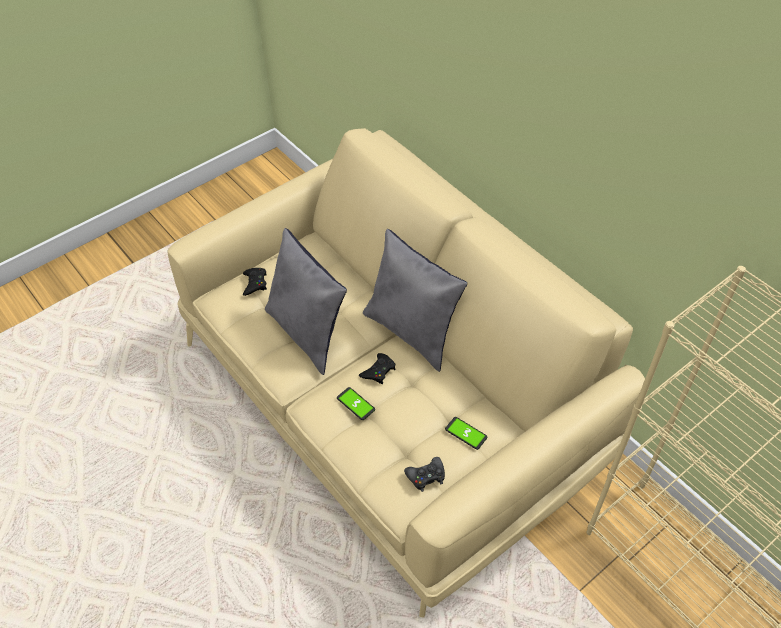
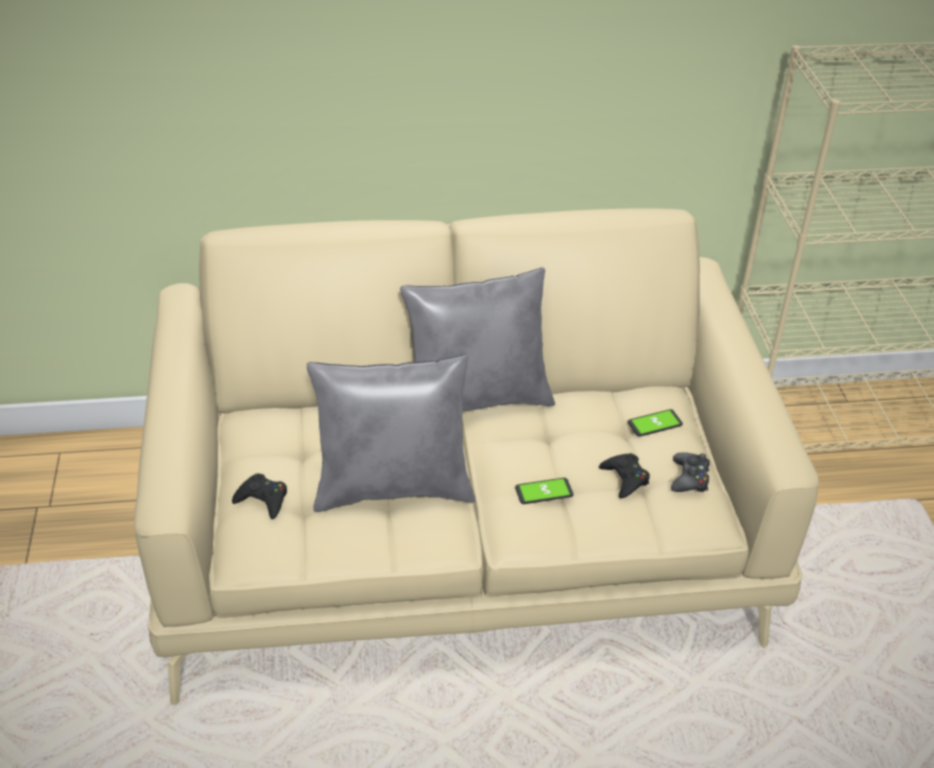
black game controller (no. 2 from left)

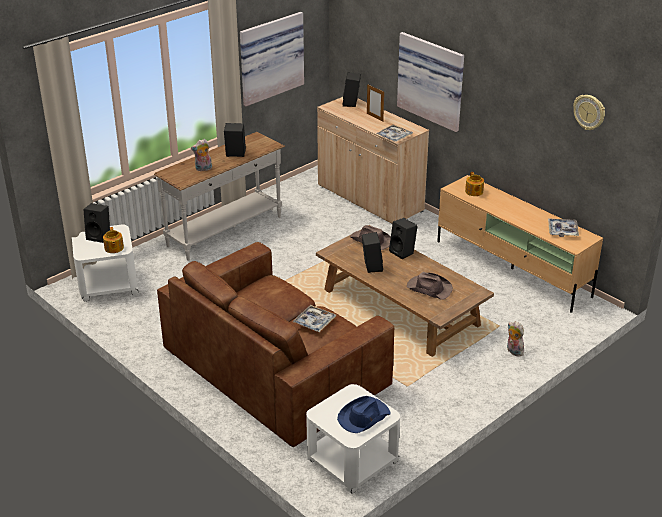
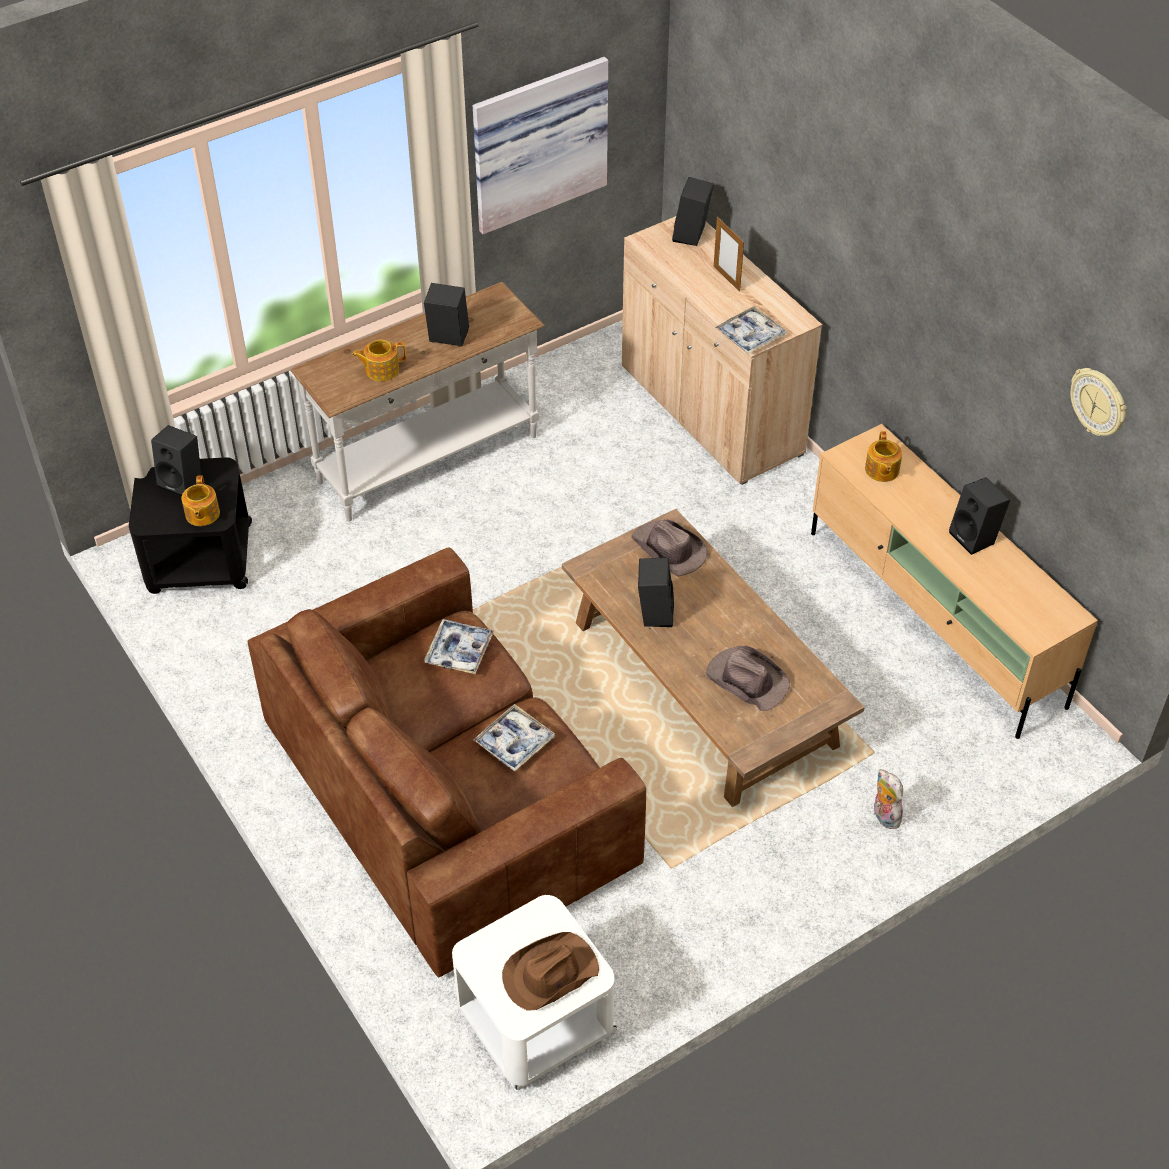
black side table
teapot (no. 2 from left)
tray (no. 1 from left)
brown hat (no. 1 from left)
black speaker (no. 5 from left)
picture (no. 2 from left in the first image)

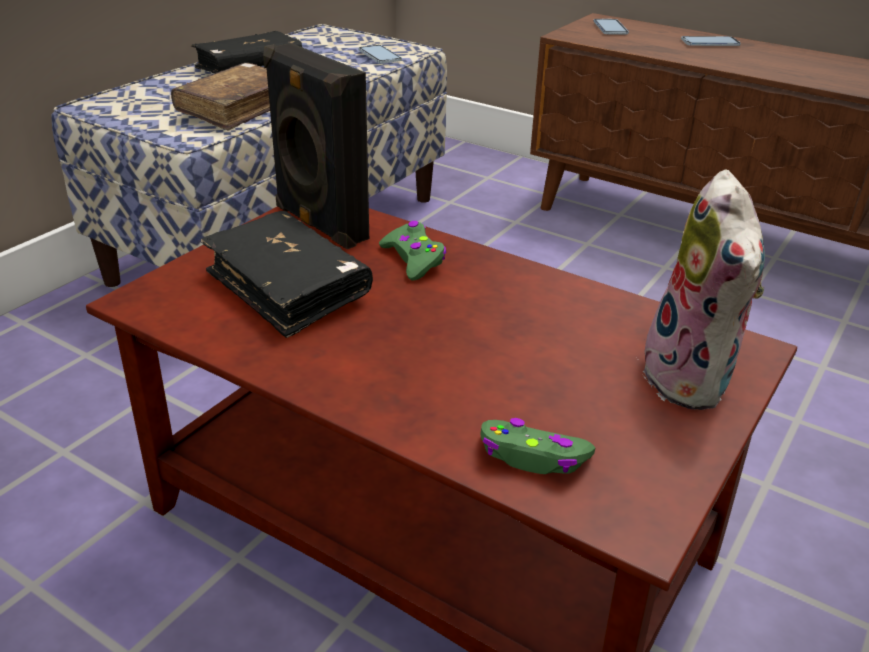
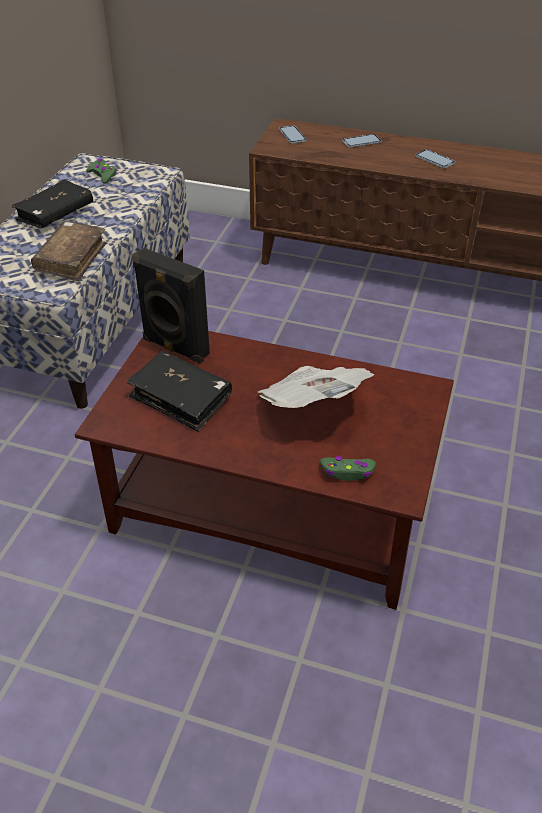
green game controller (no. 1 from left)
newspaper
phone (no. 3 from left)
plush toy

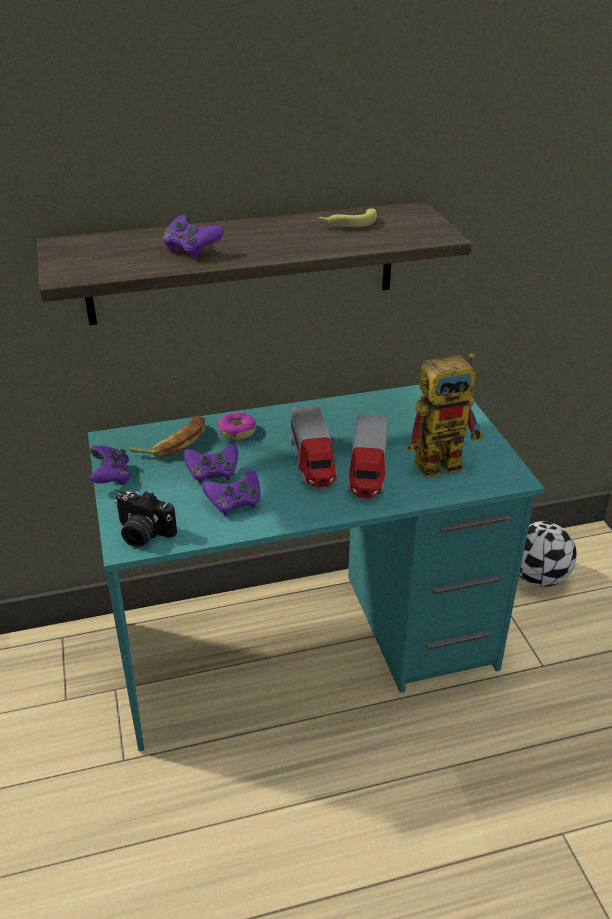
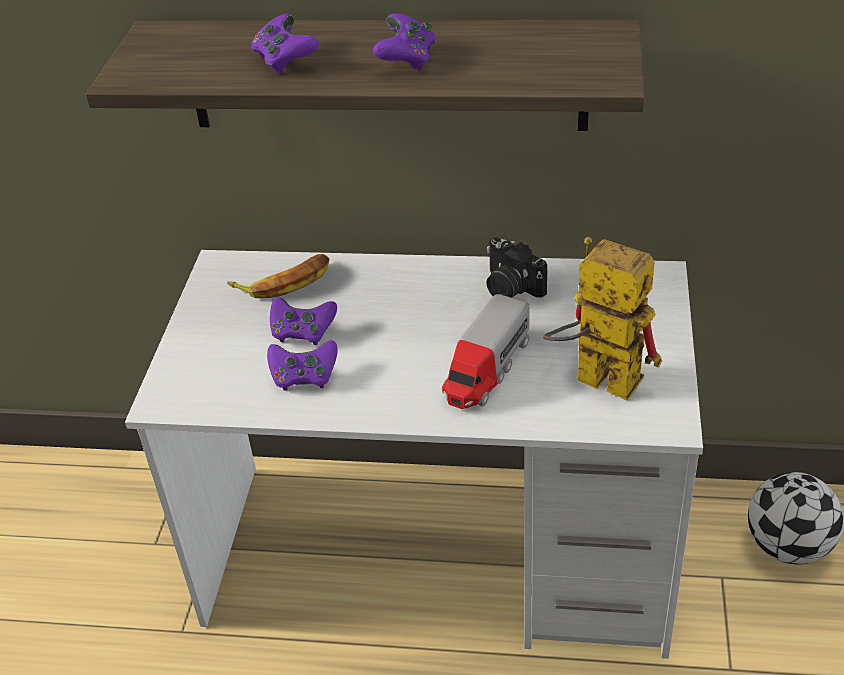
white desk
purple game controller (no. 4 from left)
photo camera
toy robot
donut
toy truck (no. 1 from left in the first image)
banana (no. 2 from left in the first image)

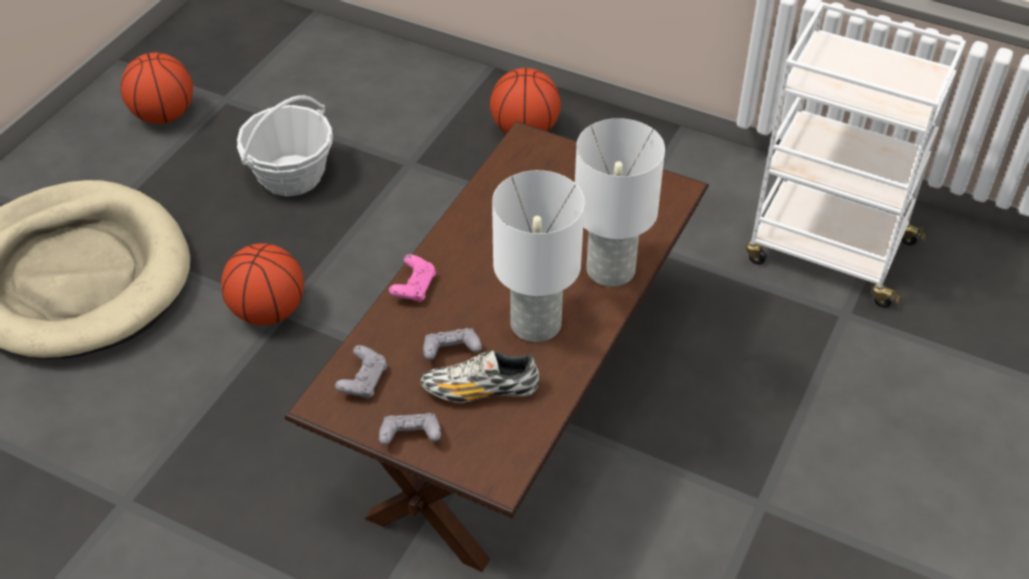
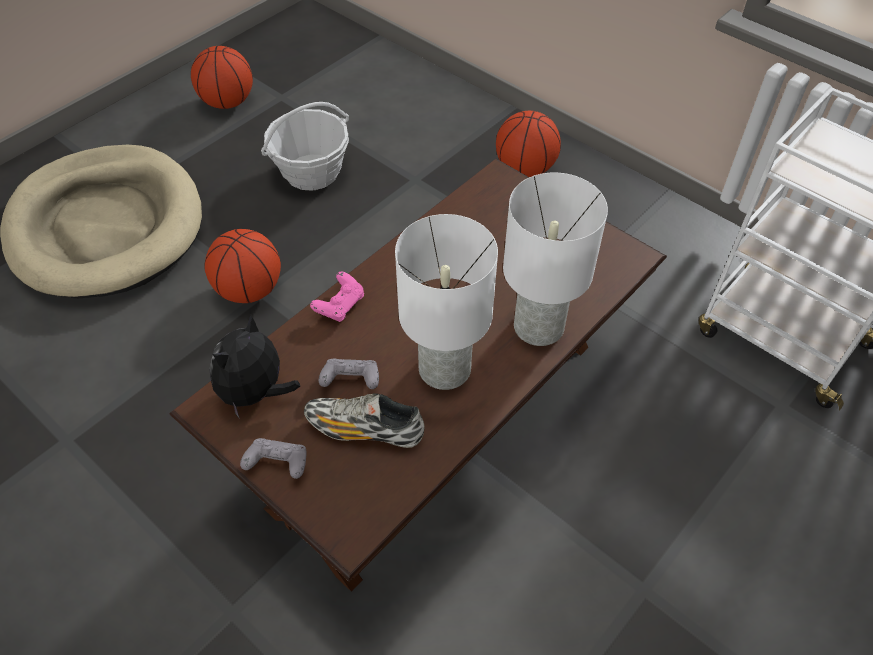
plush toy

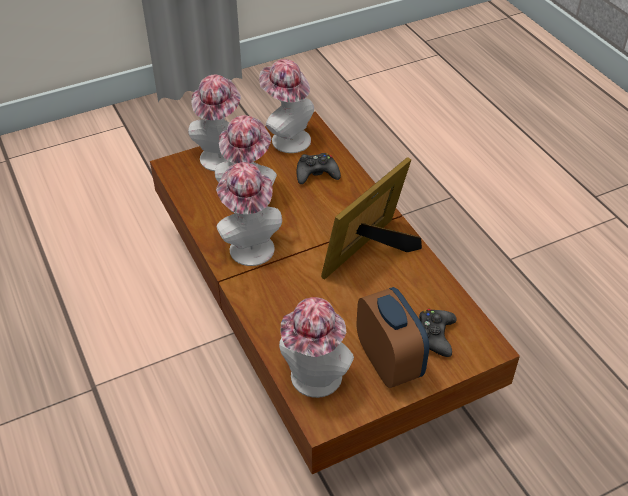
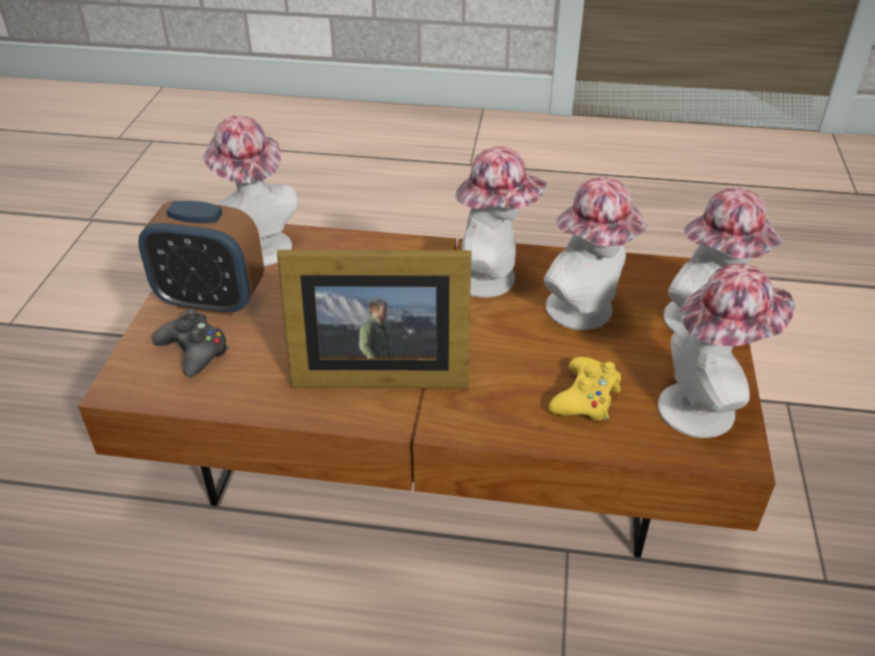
picture frame
yellow game controller

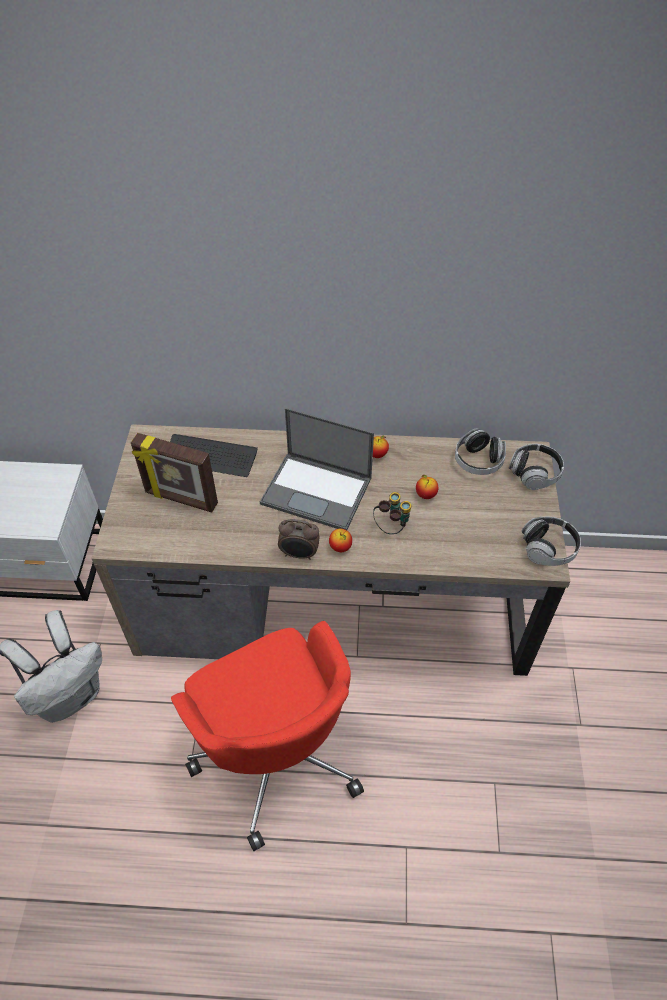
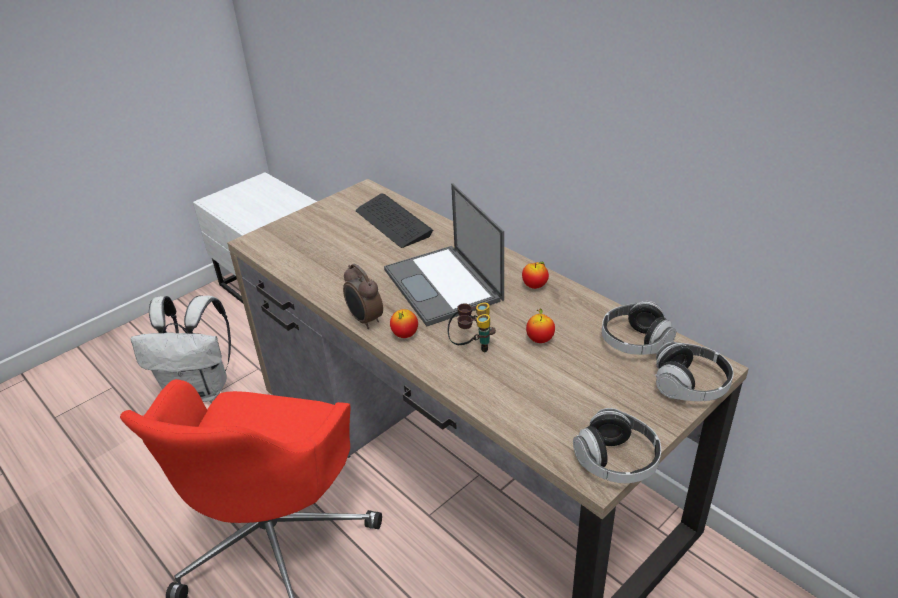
picture frame

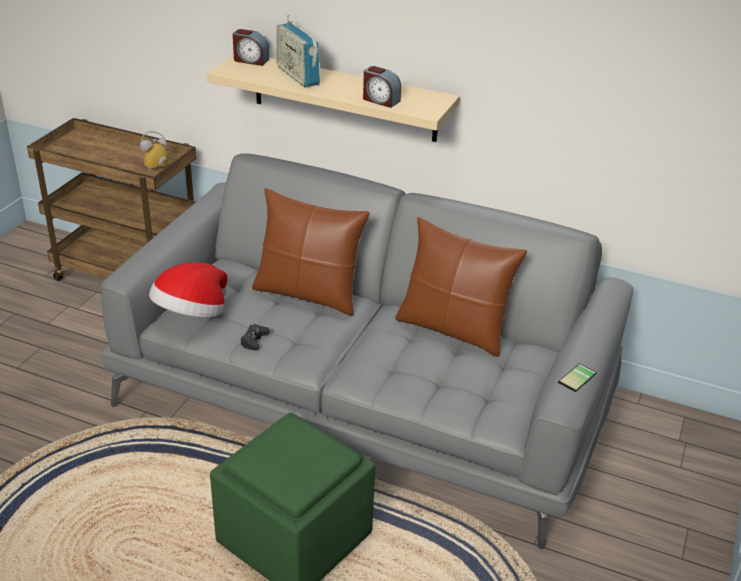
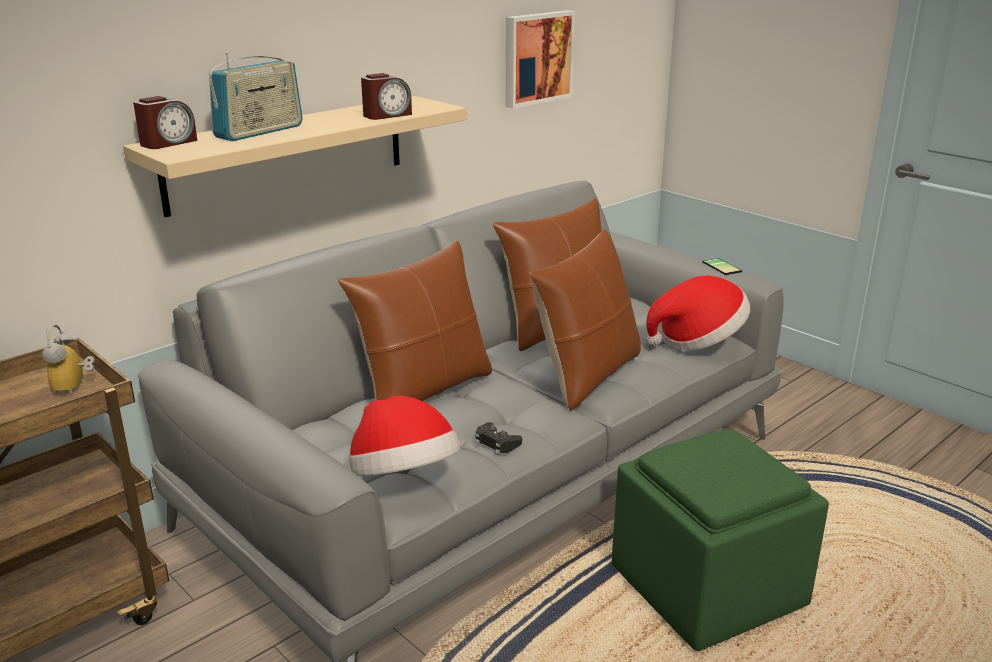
radio
picture
brown pillow (no. 3 from left)
hat (no. 2 from left)

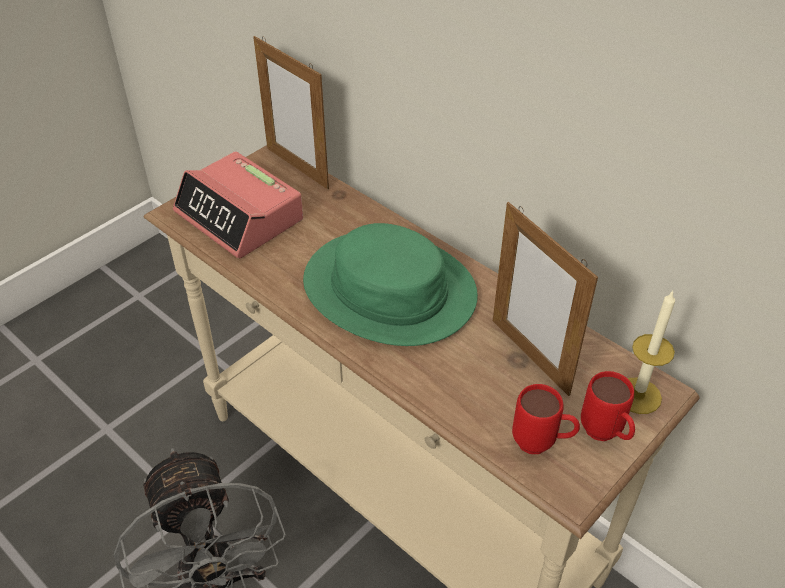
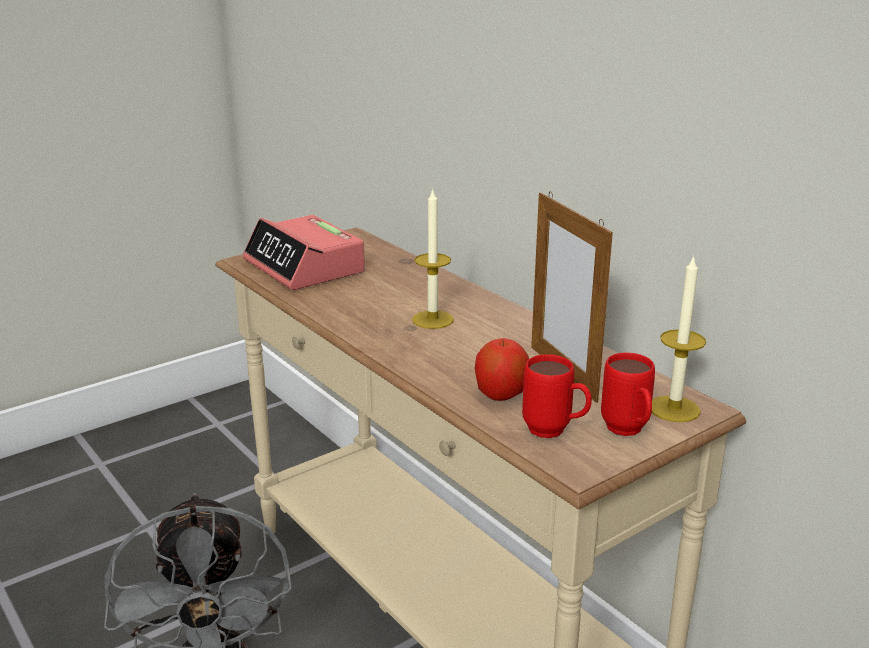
candle (no. 1 from left)
apple
picture frame (no. 1 from left in the first image)

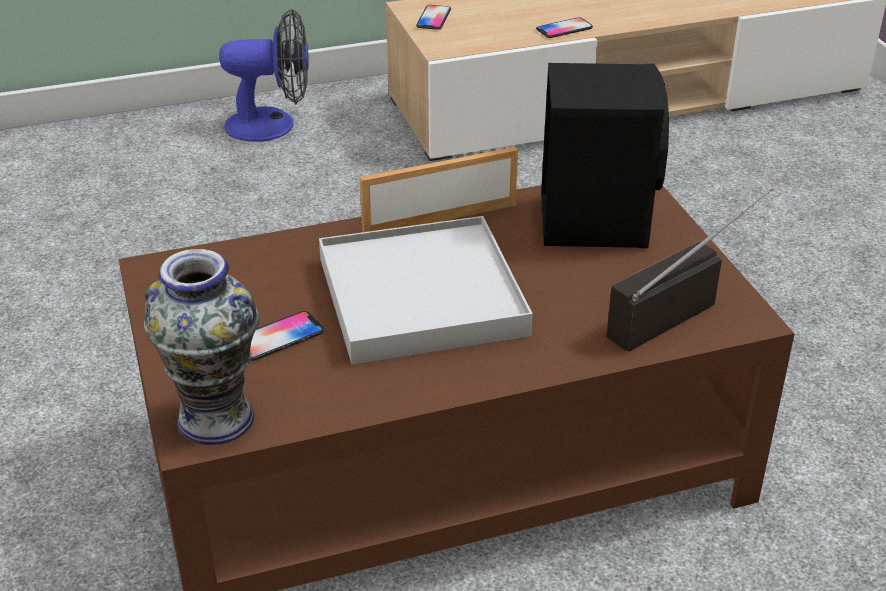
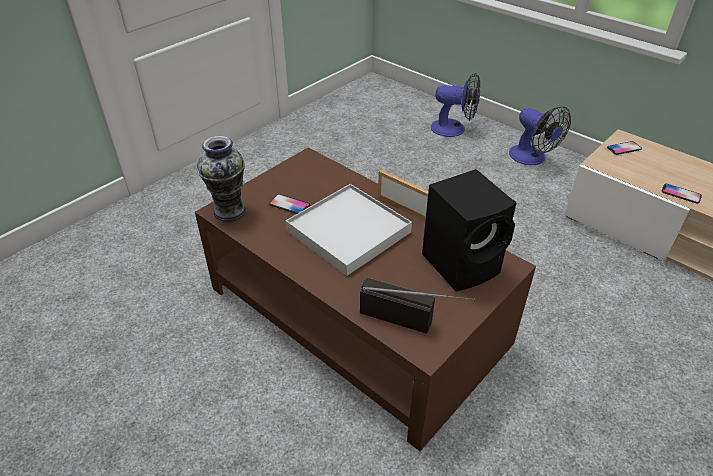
fan (no. 1 from left)

